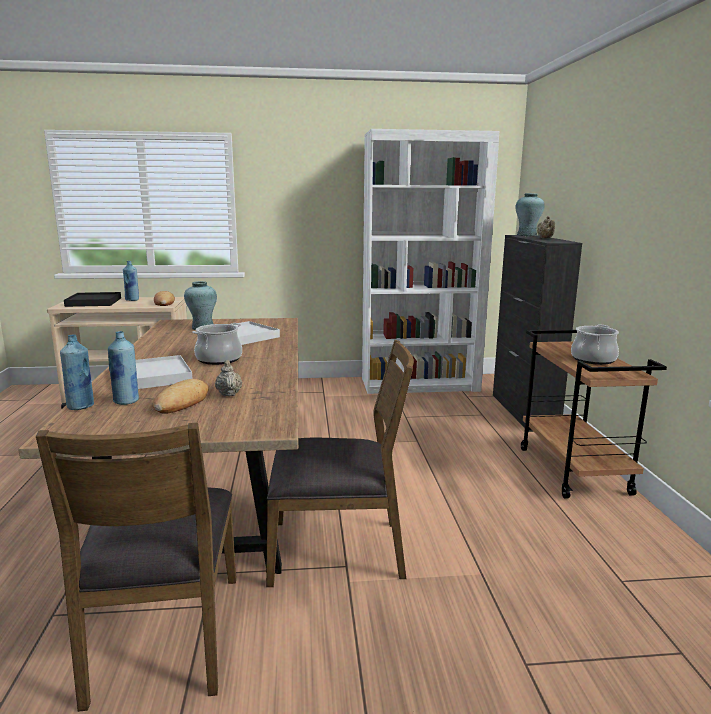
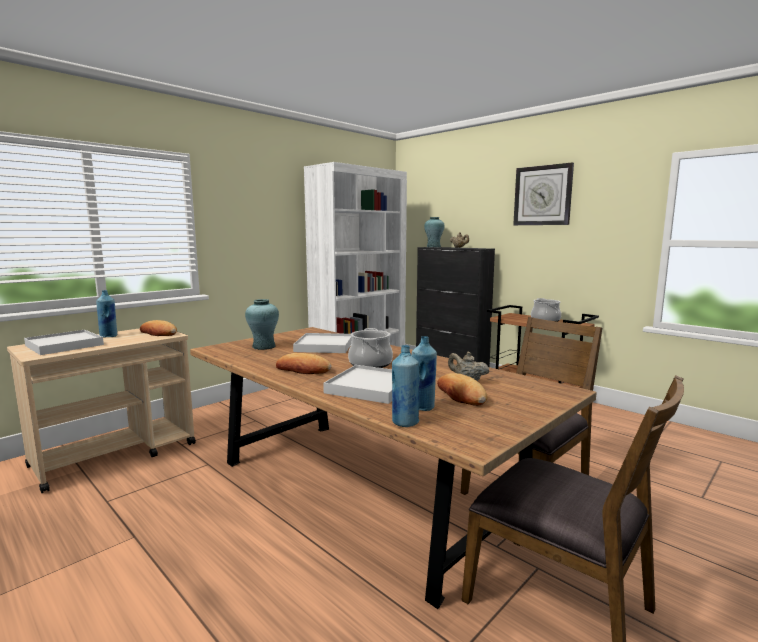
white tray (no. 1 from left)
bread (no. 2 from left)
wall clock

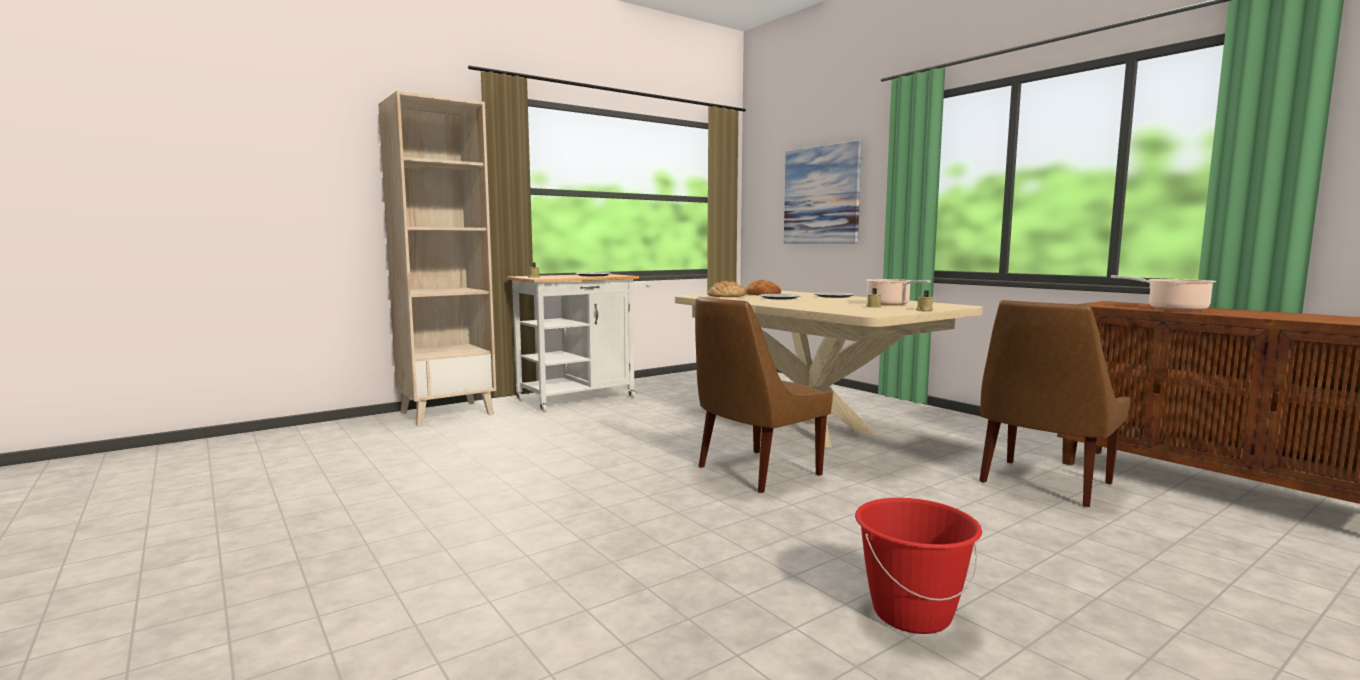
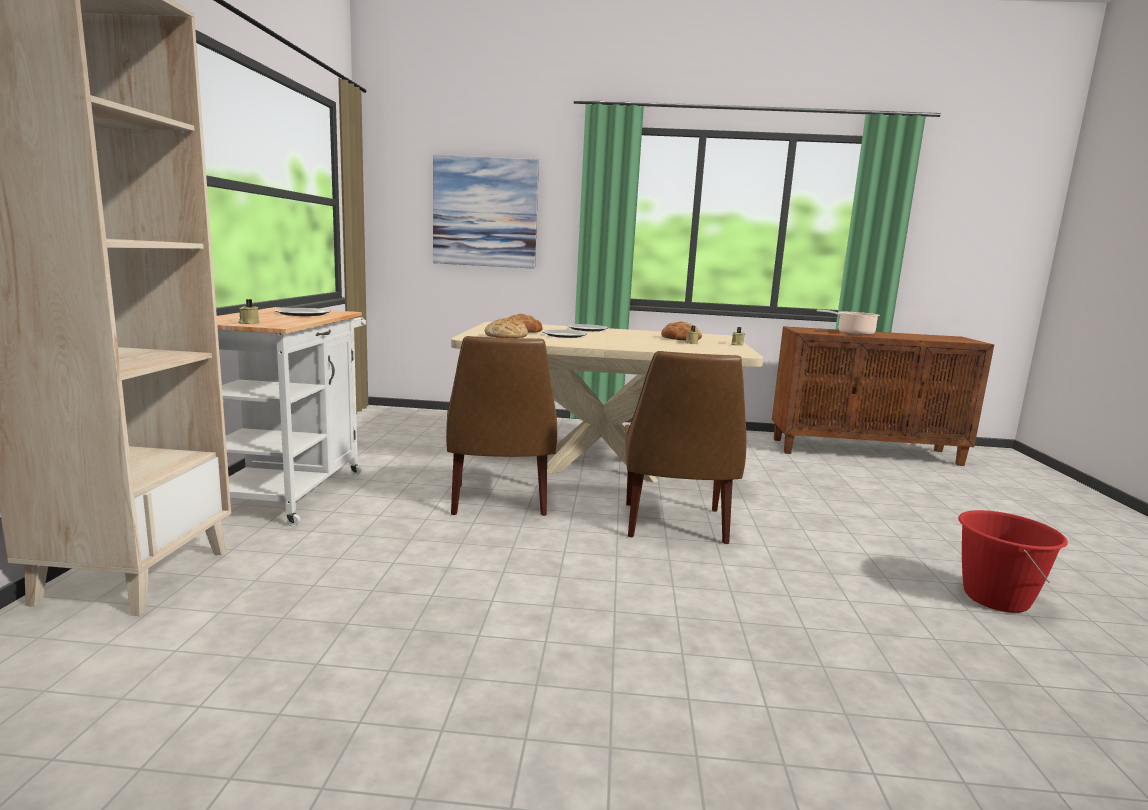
brown chair (no. 1 from left)
bread (no. 3 from left)

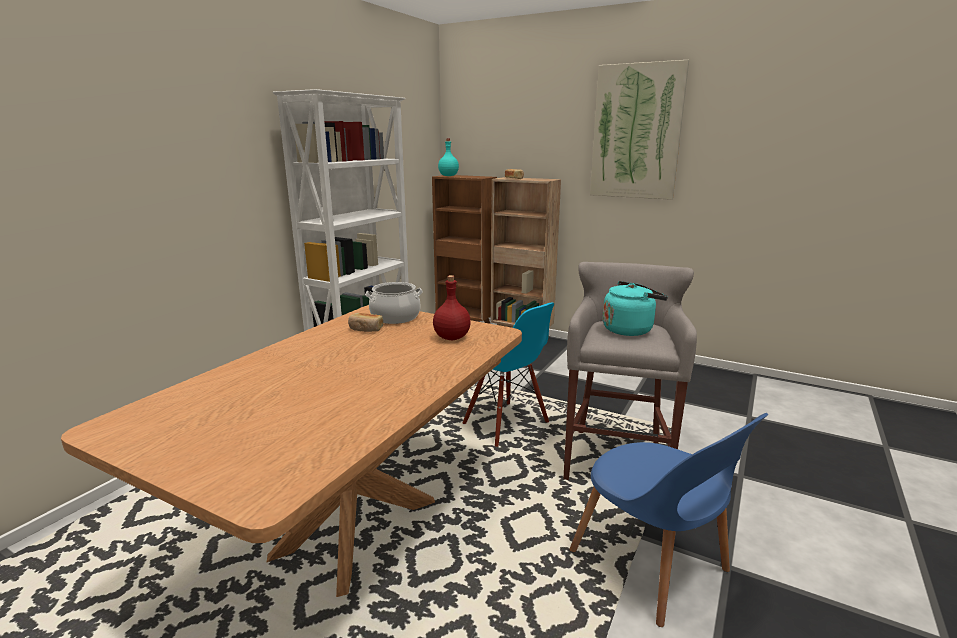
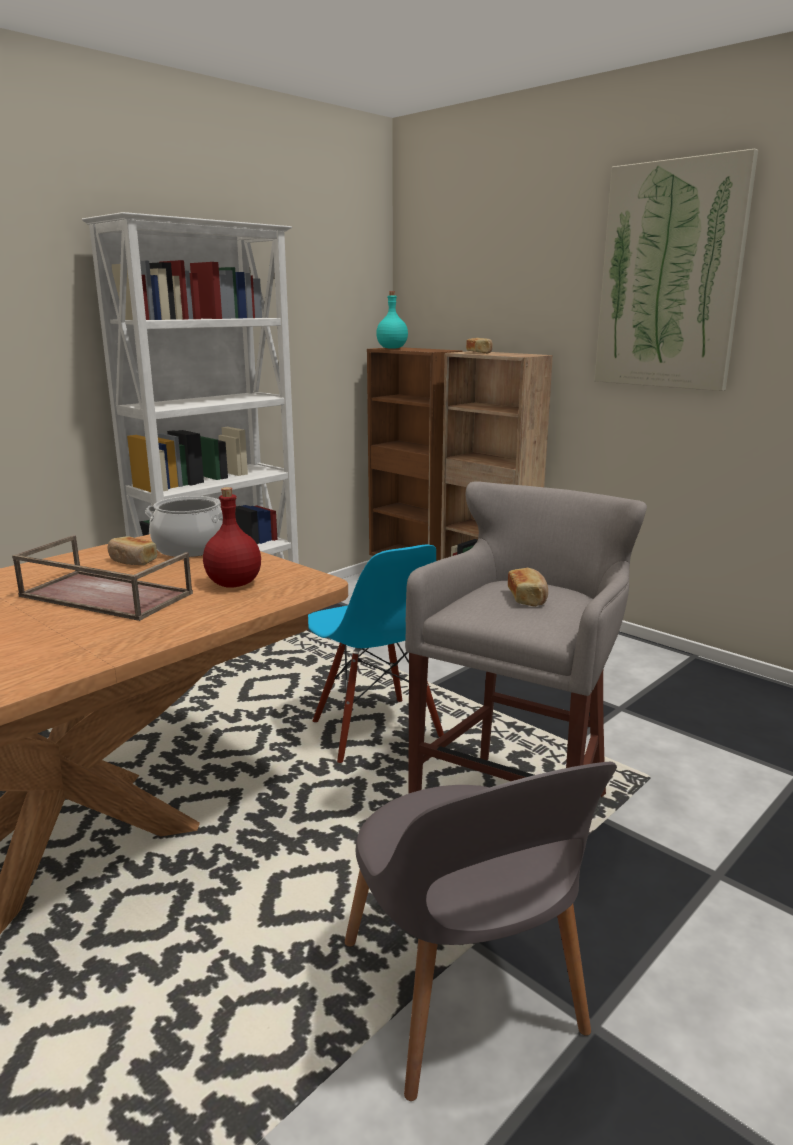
brown tray
grey chair
bread (no. 3 from left)

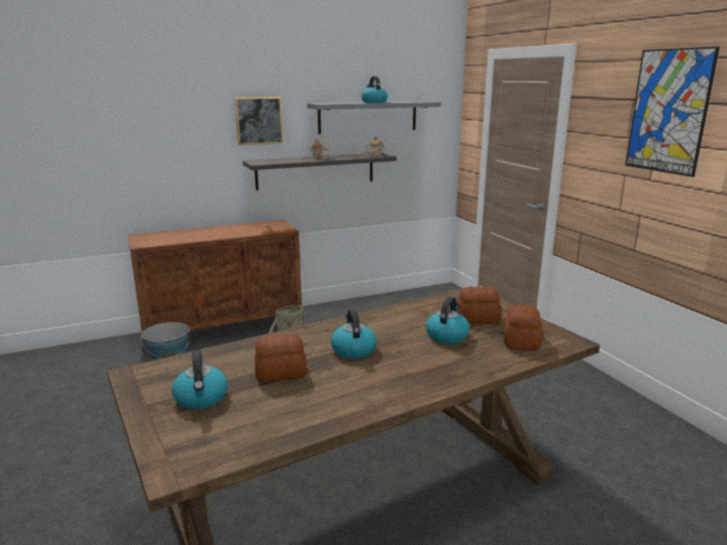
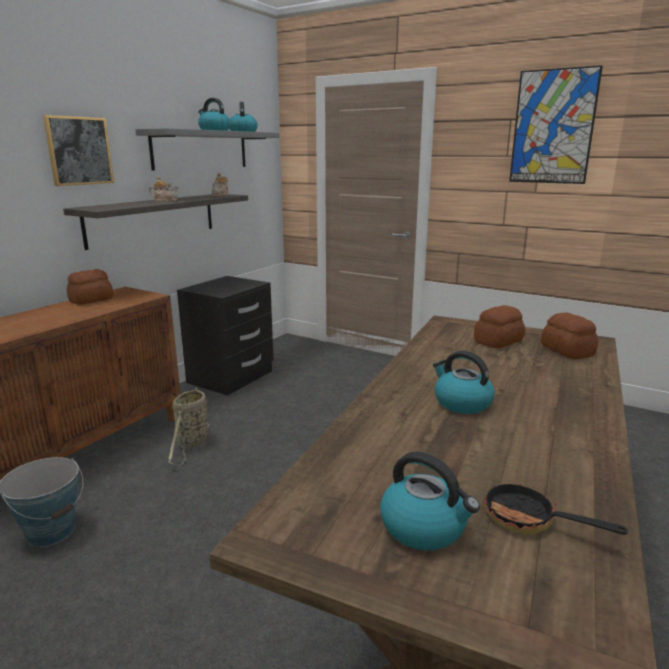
bread (no. 1 from left)
black nightstand
kettle (no. 2 from left)
frying pan

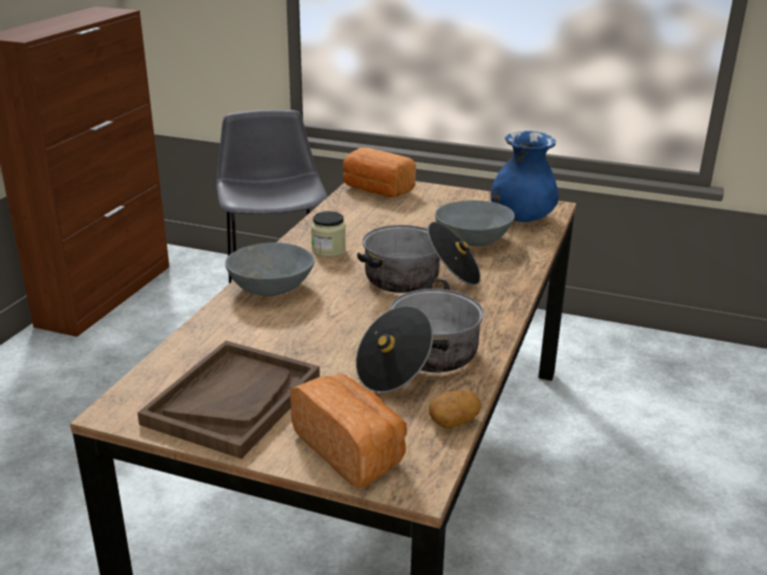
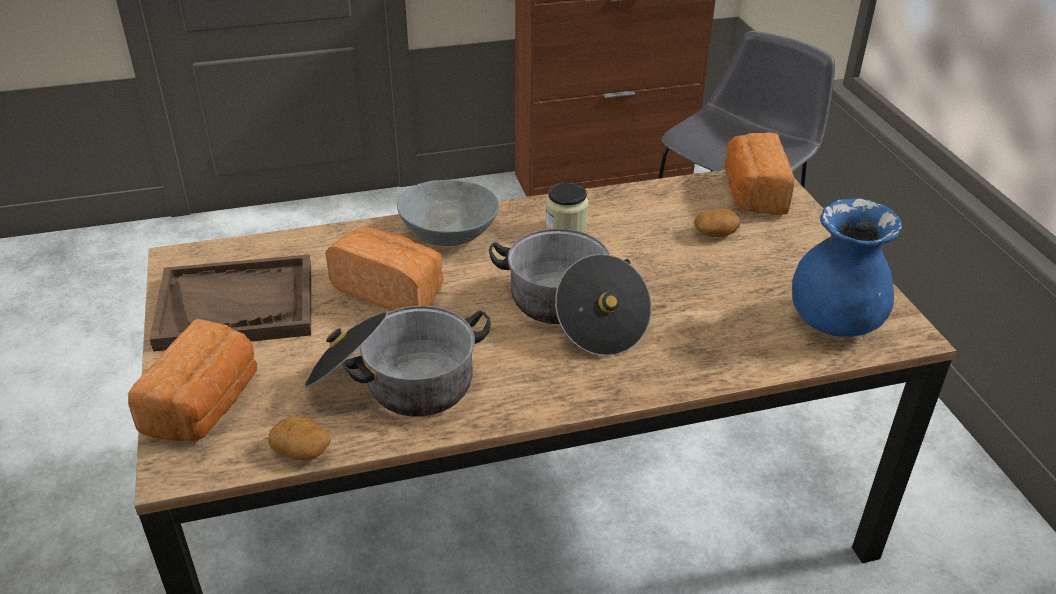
bread (no. 2 from left)
potato (no. 2 from left)
grey bowl (no. 2 from left in the first image)

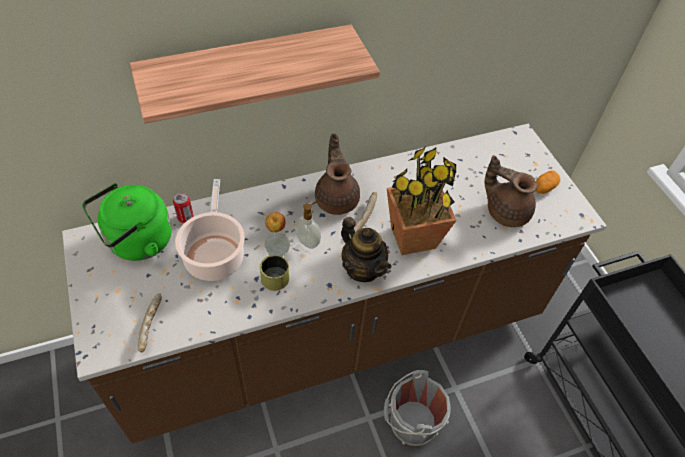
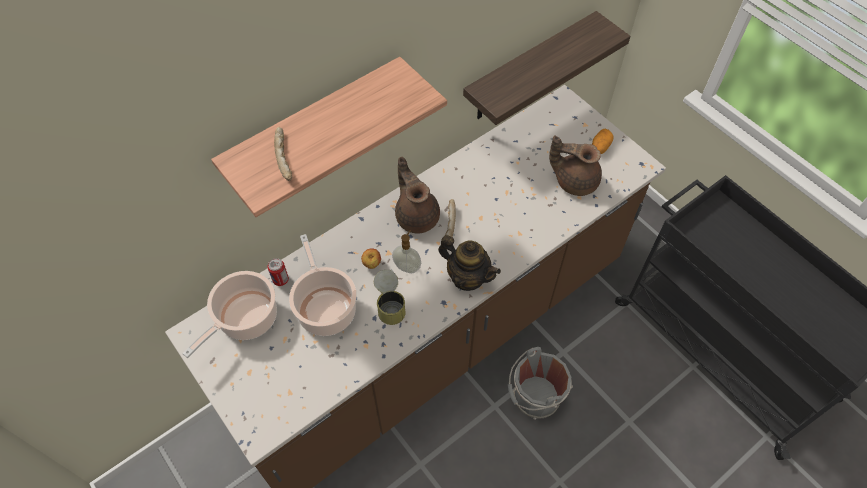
cooking pot (no. 1 from left)
bread (no. 1 from left)
shelf (no. 2 from left)
potted plant

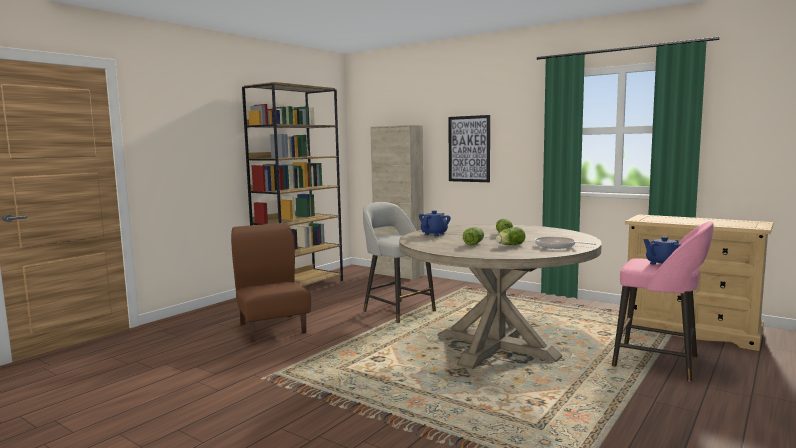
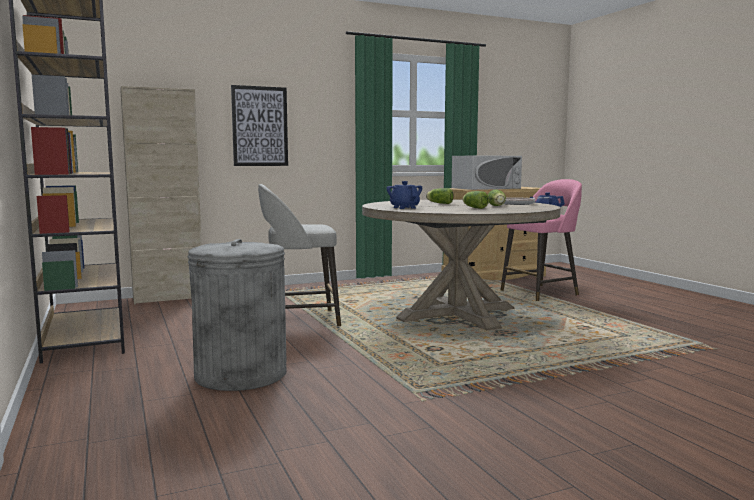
grey trash can
white microwave

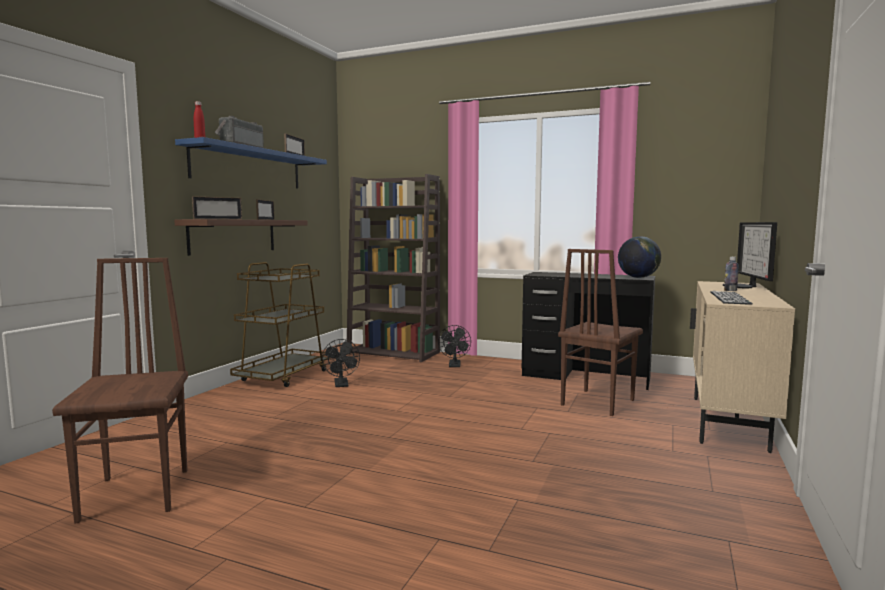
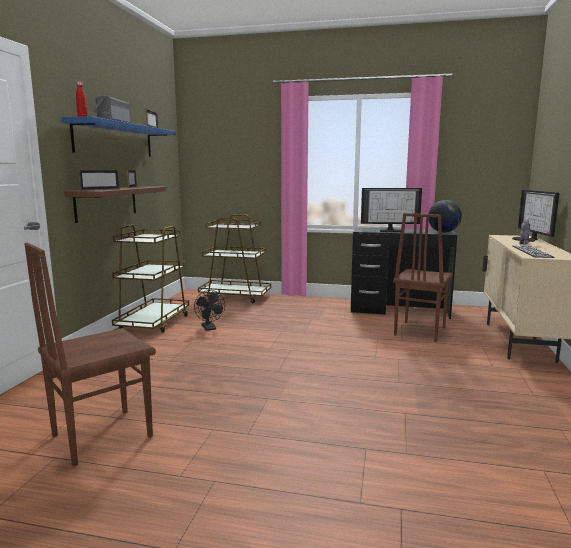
brown chair (no. 1 from left)
brown cart (no. 2 from left)
monitor (no. 1 from left)
black fan (no. 2 from left in the first image)

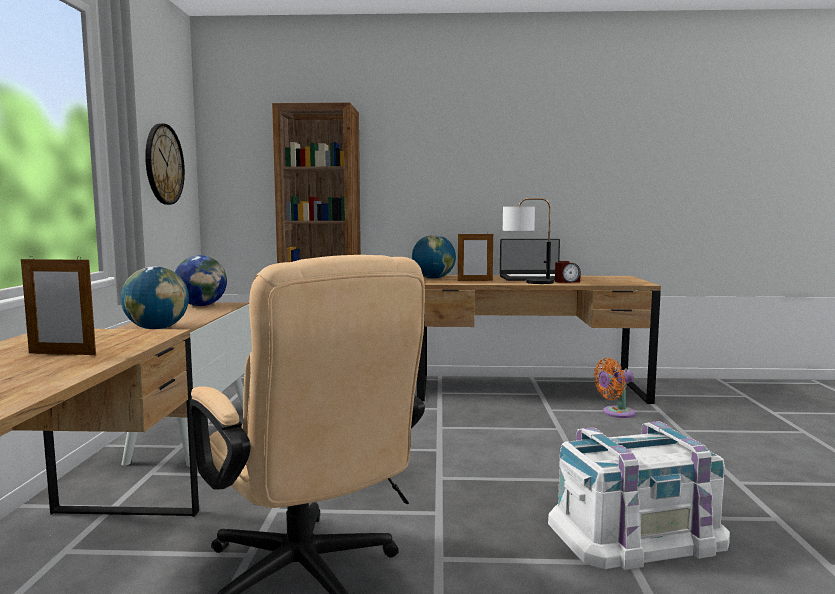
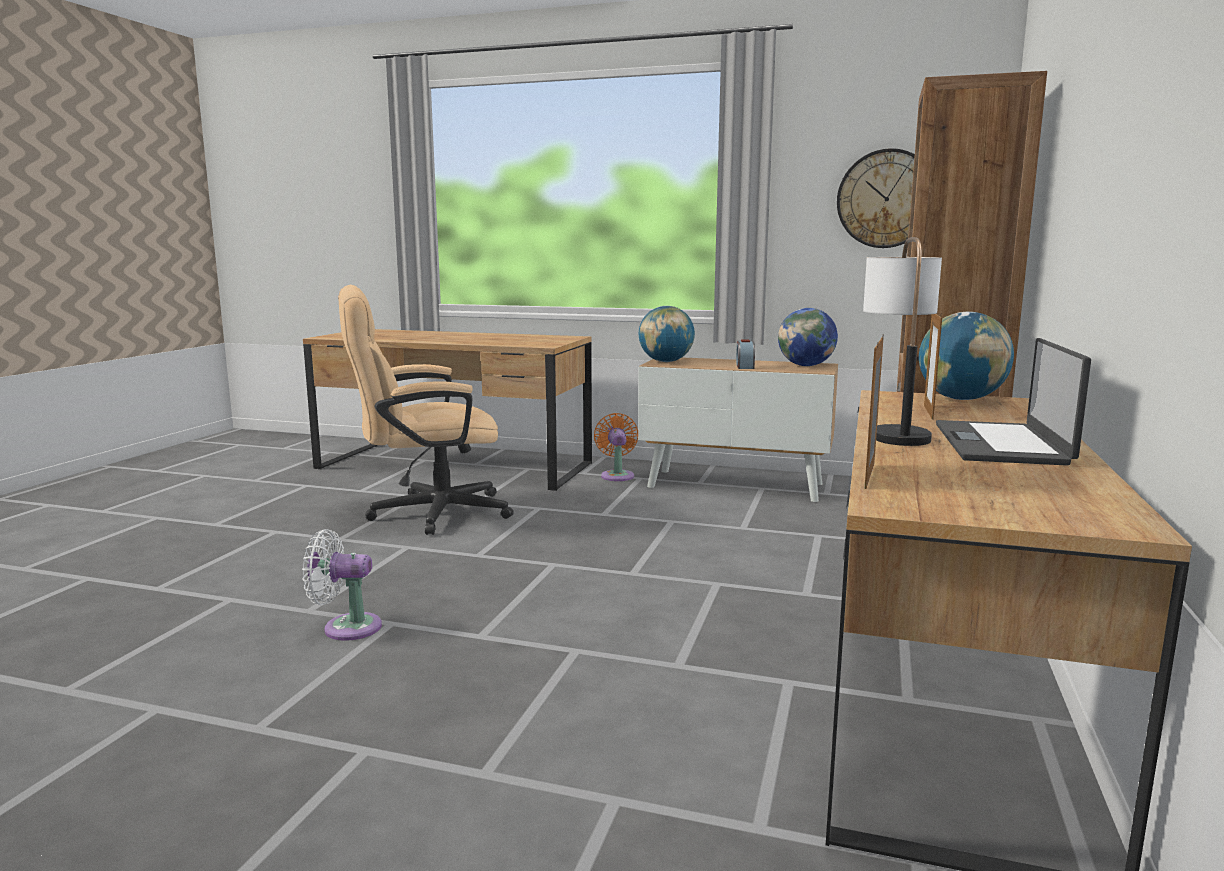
white fan
orange fan
alarm clock
picture frame (no. 1 from left)

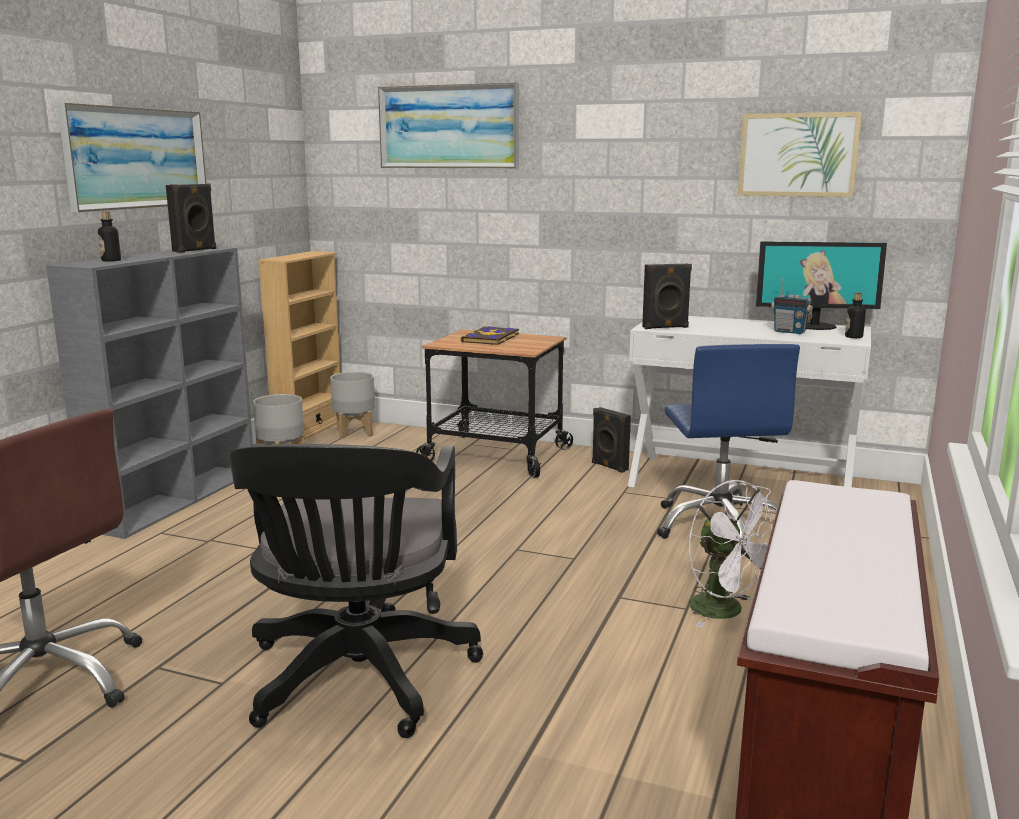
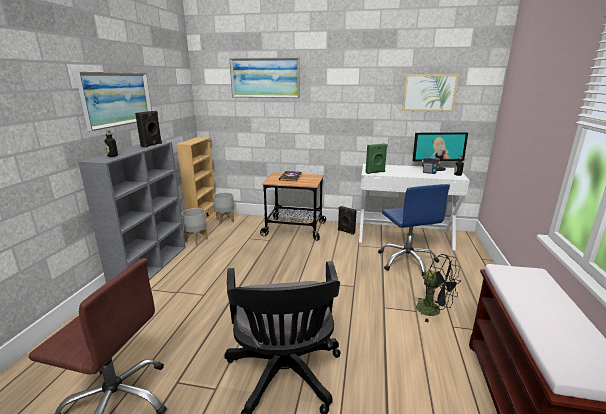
green speaker
black fan

